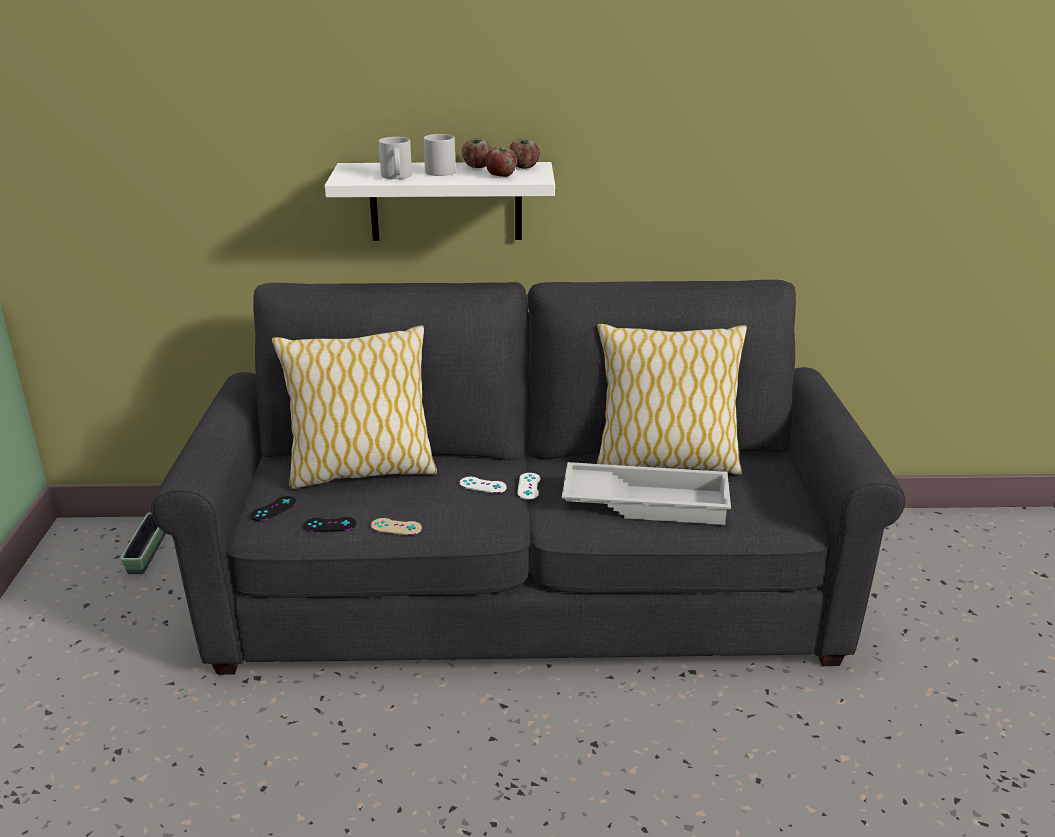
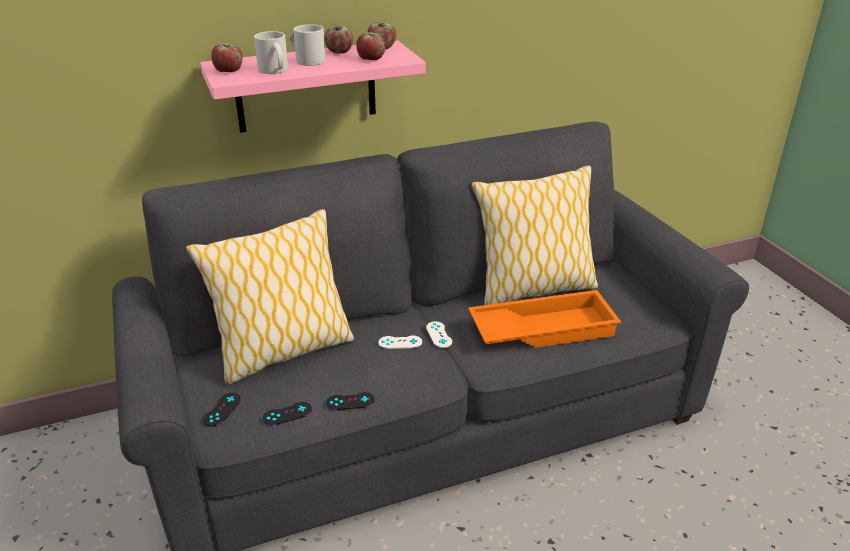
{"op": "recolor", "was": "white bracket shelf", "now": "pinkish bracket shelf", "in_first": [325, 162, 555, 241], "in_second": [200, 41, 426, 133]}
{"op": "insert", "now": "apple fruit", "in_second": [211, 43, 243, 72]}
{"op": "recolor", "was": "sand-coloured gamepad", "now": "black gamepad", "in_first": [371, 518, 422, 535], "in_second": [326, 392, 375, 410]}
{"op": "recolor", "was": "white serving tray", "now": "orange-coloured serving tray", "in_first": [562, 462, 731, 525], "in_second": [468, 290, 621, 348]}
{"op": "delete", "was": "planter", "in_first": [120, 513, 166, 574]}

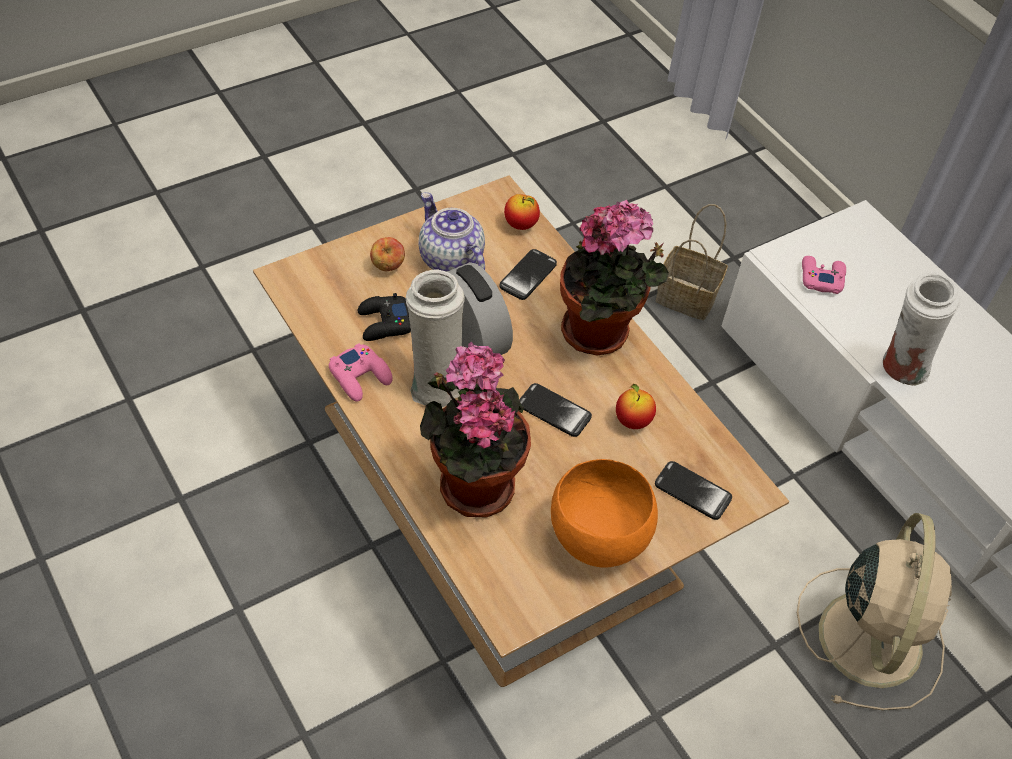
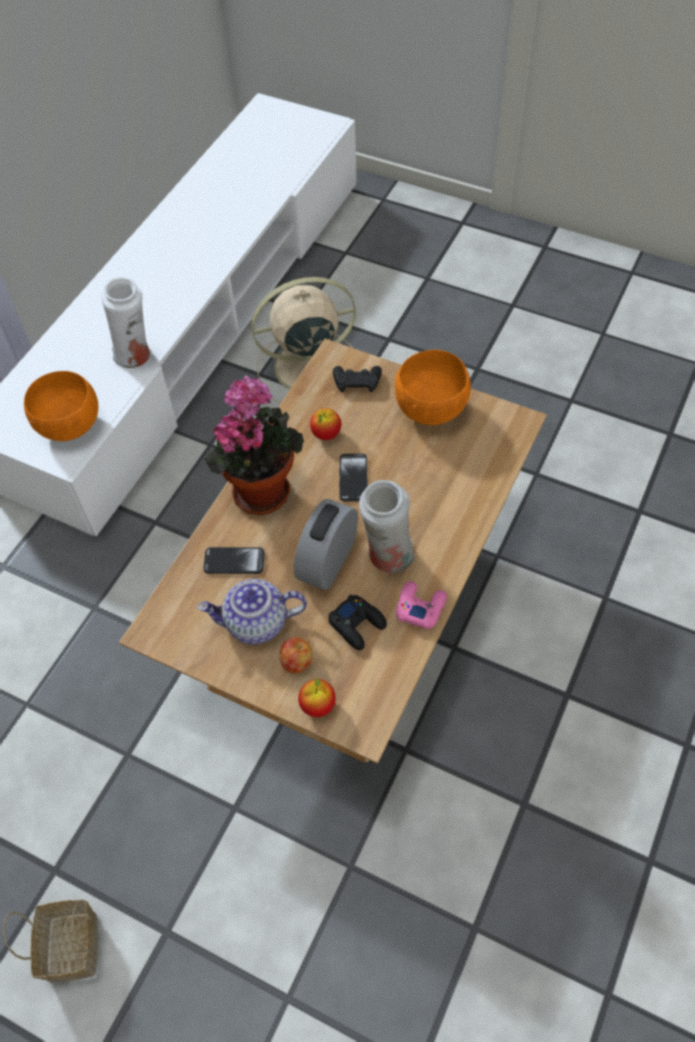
{"op": "move", "was": "household basket", "in_first": [656, 204, 728, 320], "in_second": [3, 900, 98, 982]}
{"op": "replace", "was": "pinkish gamepad", "now": "orange-coloured serving bowl", "in_first": [802, 256, 846, 294], "in_second": [24, 371, 98, 441]}
{"op": "rotate", "was": "tea pot", "in_first": [418, 192, 485, 272], "in_second": [197, 579, 307, 644], "clockwise": 60}
{"op": "move", "was": "apple fruit", "in_first": [504, 194, 540, 230], "in_second": [298, 678, 336, 717]}
{"op": "replace", "was": "phone", "now": "black gamepad", "in_first": [655, 461, 732, 520], "in_second": [333, 366, 382, 392]}
{"op": "delete", "was": "potted plant", "in_first": [420, 342, 531, 518]}

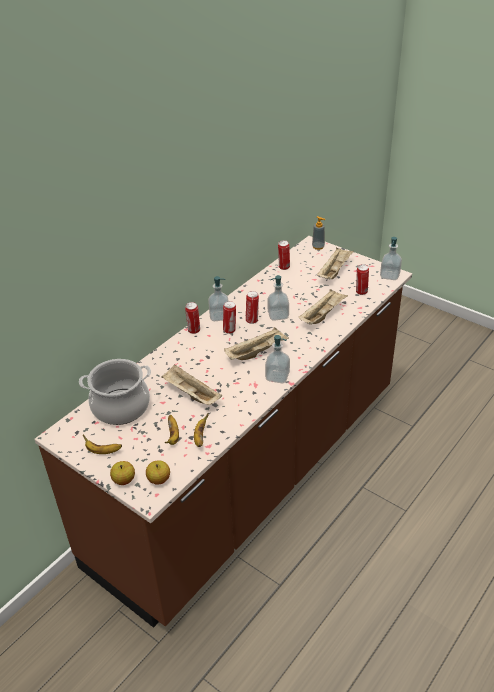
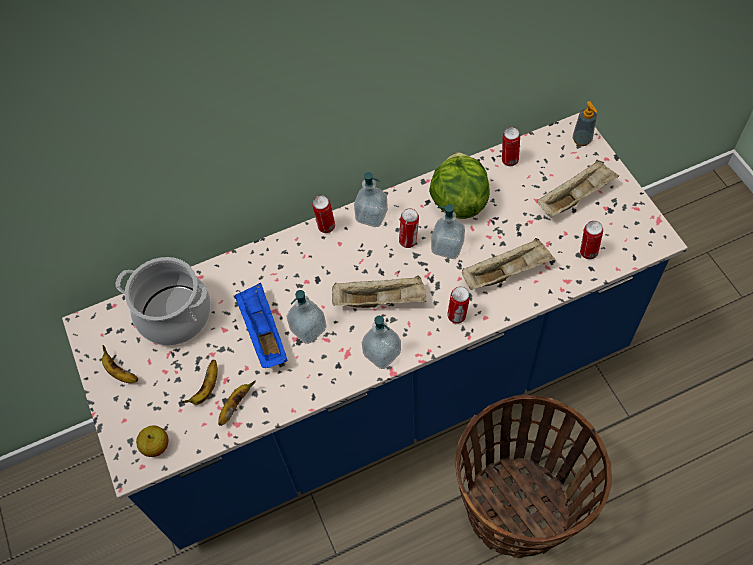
{"op": "recolor", "was": "brownish kitchen counter", "now": "bluish kitchen counter", "in_first": [35, 236, 412, 628], "in_second": [62, 113, 688, 550]}
{"op": "recolor", "was": "sand-coloured serving tray", "now": "bluish serving tray", "in_first": [161, 364, 222, 405], "in_second": [235, 283, 287, 368]}
{"op": "move", "was": "soap bottle", "in_first": [380, 237, 402, 280], "in_second": [286, 290, 327, 344]}
{"op": "insert", "now": "lettuce", "in_second": [429, 153, 490, 219]}
{"op": "move", "was": "sealed can", "in_first": [223, 301, 236, 334], "in_second": [447, 286, 470, 324]}
{"op": "insert", "now": "household basket", "in_second": [455, 395, 612, 558]}
{"op": "delete", "was": "apple fruit", "in_first": [110, 461, 135, 485]}

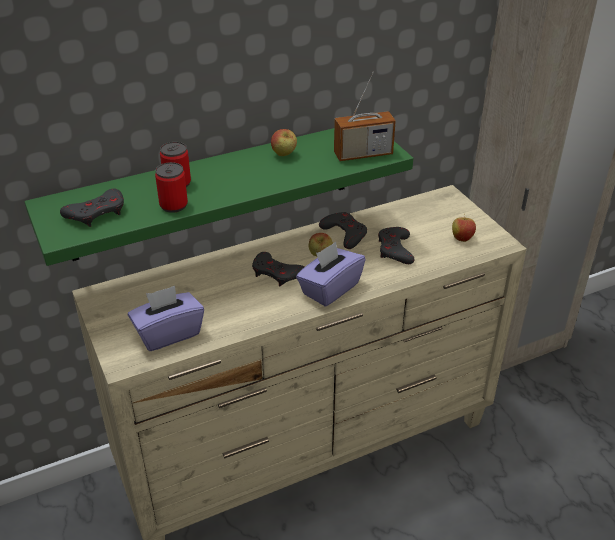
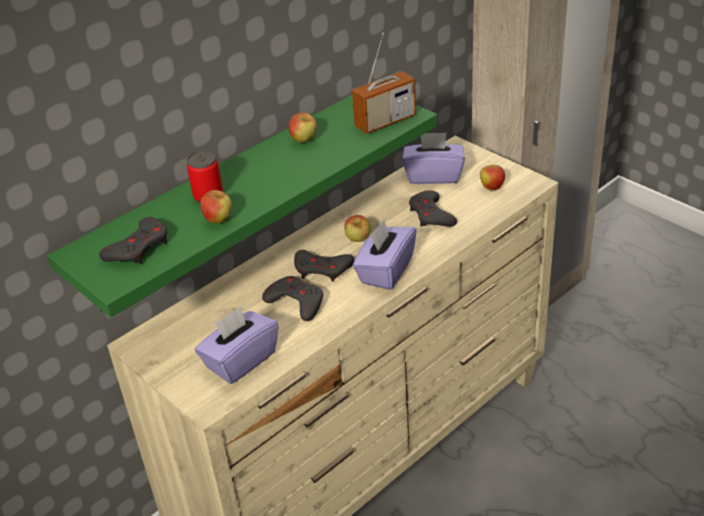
{"op": "replace", "was": "sealed can", "now": "apple fruit", "in_first": [155, 162, 188, 213], "in_second": [200, 190, 232, 223]}
{"op": "move", "was": "gray gamepad", "in_first": [319, 212, 367, 249], "in_second": [262, 276, 323, 321]}
{"op": "insert", "now": "purplish box of tissues", "in_second": [402, 132, 465, 184]}

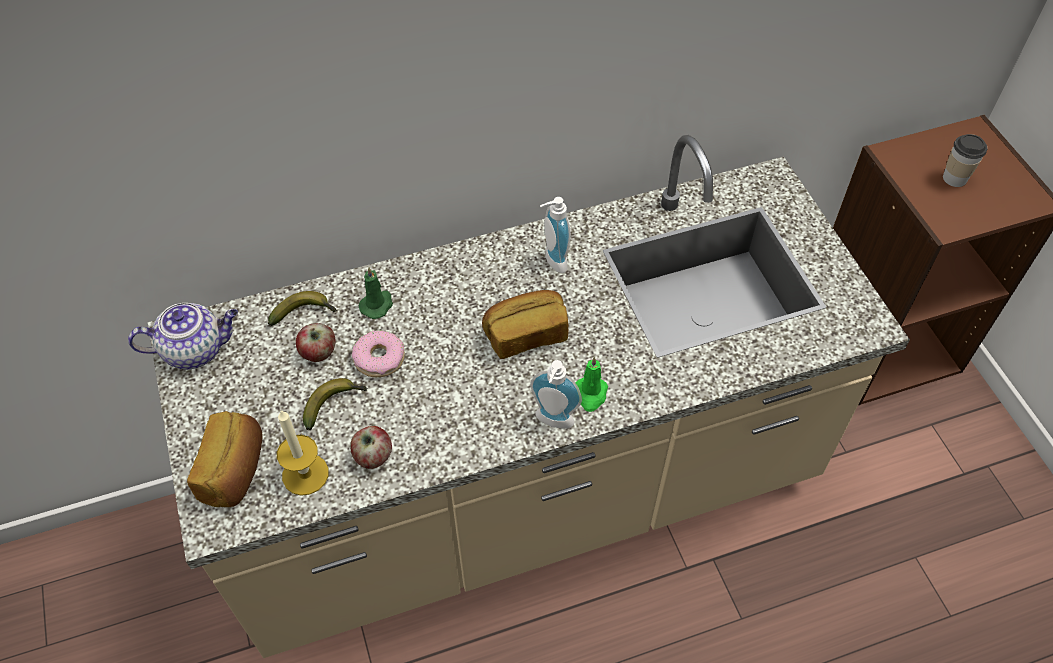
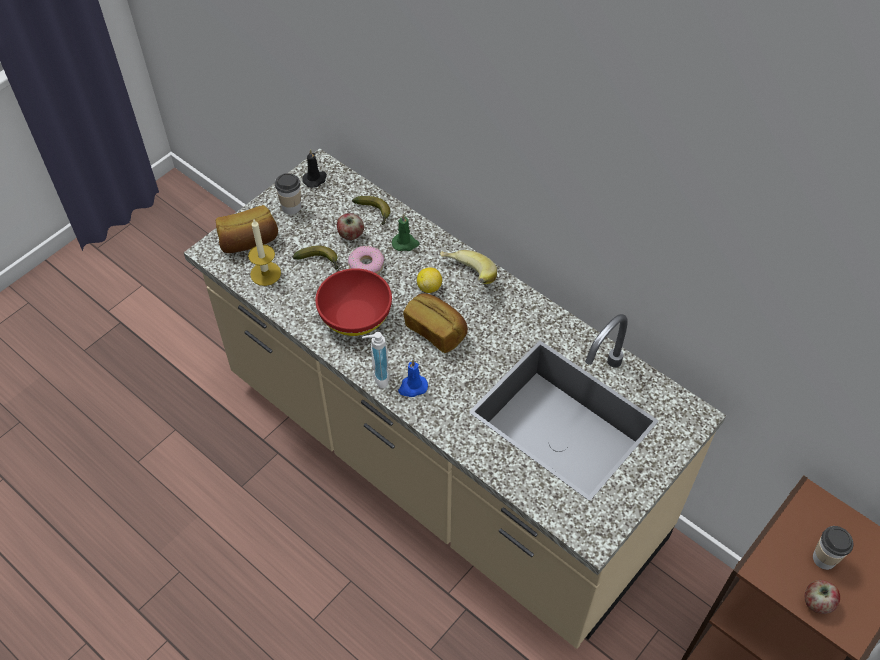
{"op": "insert", "now": "drinking cup", "in_second": [275, 173, 301, 214]}
{"op": "replace", "was": "tea pot", "now": "black candle", "in_first": [128, 303, 238, 369], "in_second": [302, 149, 327, 188]}
{"op": "insert", "now": "reddish serving bowl", "in_second": [315, 268, 392, 336]}
{"op": "recolor", "was": "green-coloured candle", "now": "bluish candle", "in_first": [575, 356, 608, 412], "in_second": [398, 360, 428, 397]}
{"op": "insert", "now": "citrus fruit", "in_second": [417, 268, 442, 293]}
{"op": "insert", "now": "banana", "in_second": [440, 250, 497, 284]}
{"op": "move", "was": "apple fruit", "in_first": [350, 426, 392, 469], "in_second": [805, 580, 840, 614]}
{"op": "delete", "was": "soap bottle", "in_first": [540, 197, 571, 273]}

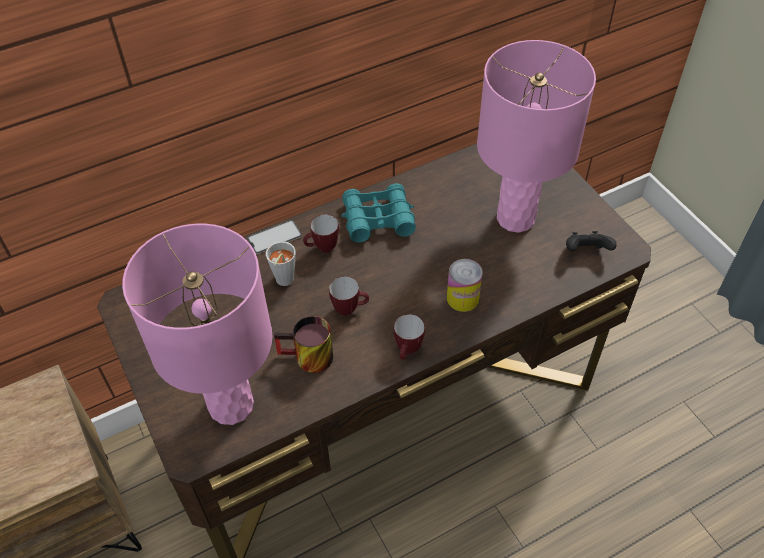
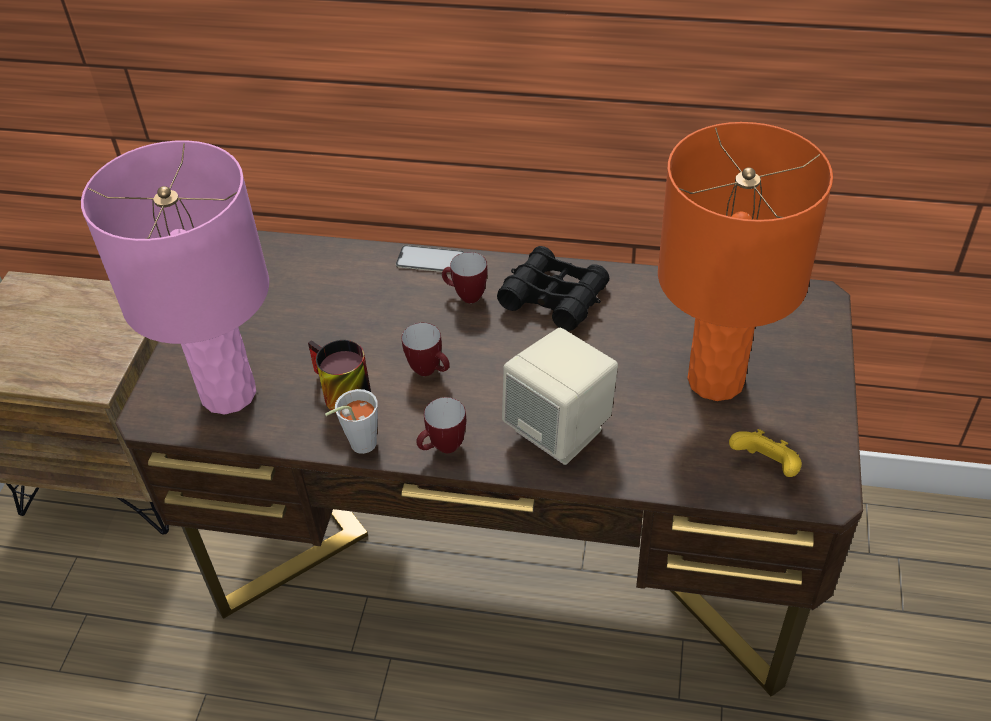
{"op": "move", "was": "gray drinking cup", "in_first": [266, 241, 296, 286], "in_second": [325, 389, 378, 454]}
{"op": "recolor", "was": "blue-green pair of binoculars", "now": "black pair of binoculars", "in_first": [341, 183, 416, 243], "in_second": [497, 246, 609, 331]}
{"op": "replace", "was": "sealed can", "now": "sand-coloured loudspeaker", "in_first": [447, 259, 483, 312], "in_second": [502, 328, 618, 465]}
{"op": "recolor", "was": "pinkish tabletop lamp", "now": "orange-coloured tabletop lamp", "in_first": [477, 40, 596, 233], "in_second": [658, 122, 833, 401]}
{"op": "recolor", "was": "black gamepad", "now": "yellow gamepad", "in_first": [566, 231, 617, 252], "in_second": [729, 429, 802, 477]}

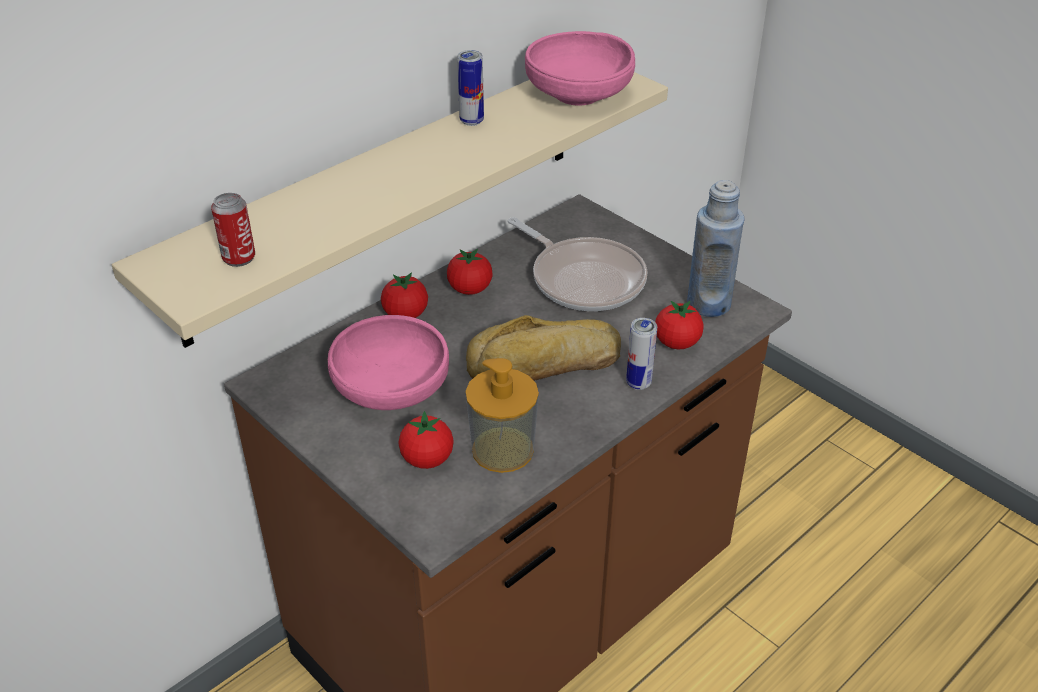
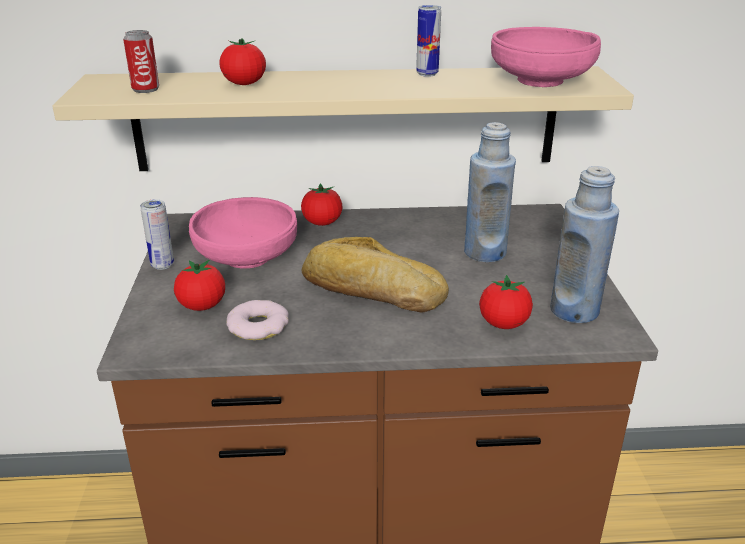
{"op": "move", "was": "sealed can", "in_first": [626, 318, 657, 390], "in_second": [140, 199, 174, 270]}
{"op": "move", "was": "whole tomato", "in_first": [447, 249, 493, 295], "in_second": [219, 38, 266, 85]}
{"op": "replace", "was": "soap bottle", "now": "ring doughnut", "in_first": [465, 358, 539, 473], "in_second": [226, 300, 289, 340]}
{"op": "replace", "was": "pan", "now": "bluish beverage bottle", "in_first": [508, 217, 647, 311], "in_second": [464, 122, 516, 262]}

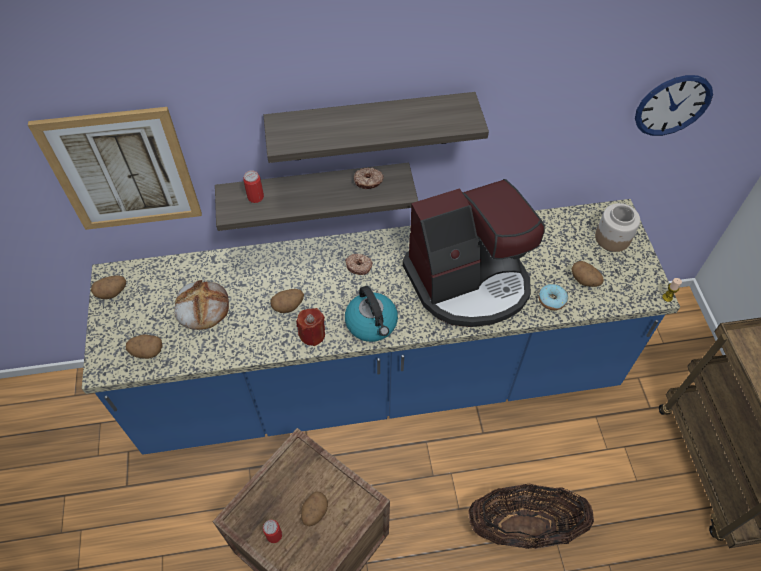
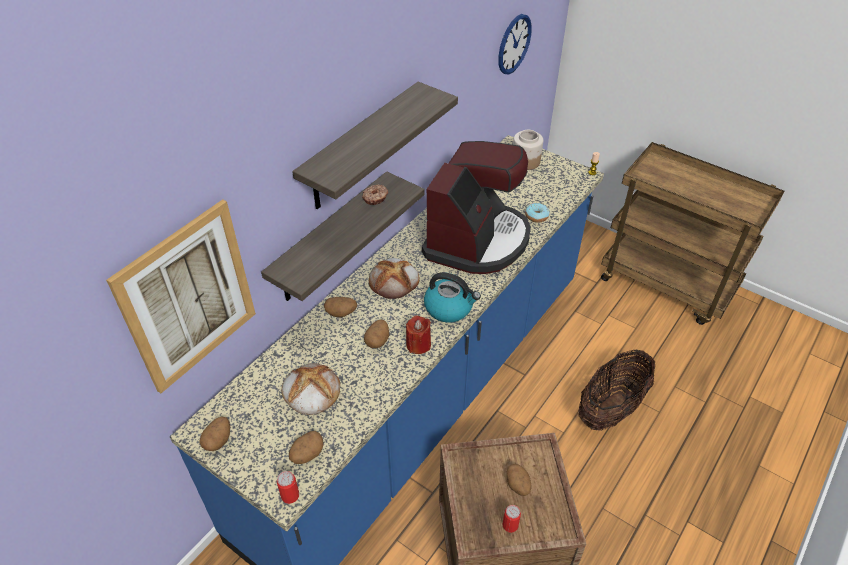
{"op": "move", "was": "sealed can", "in_first": [243, 170, 264, 203], "in_second": [277, 471, 299, 504]}
{"op": "move", "was": "potato", "in_first": [572, 261, 604, 287], "in_second": [324, 297, 357, 317]}
{"op": "replace", "was": "ring doughnut", "now": "bread", "in_first": [345, 254, 373, 275], "in_second": [369, 258, 419, 299]}

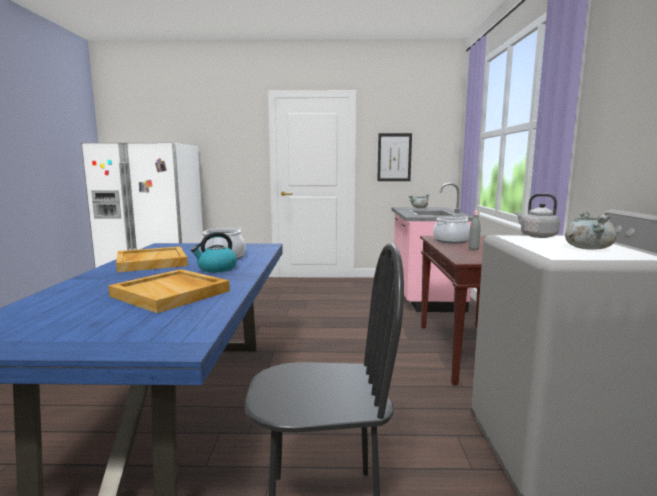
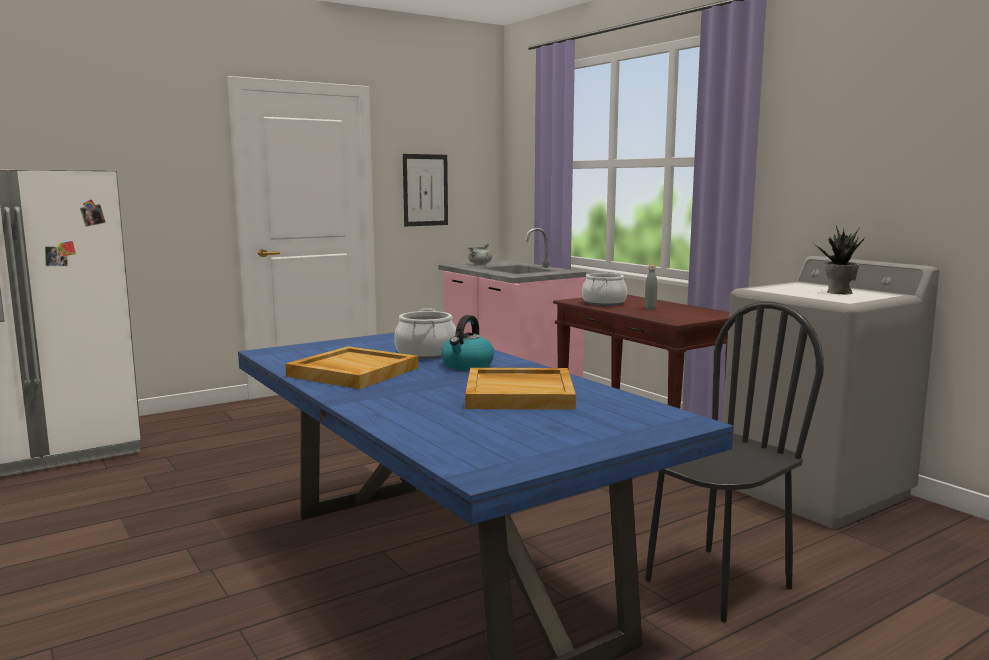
{"op": "replace", "was": "gray cooking pot", "now": "potted plant", "in_first": [565, 211, 617, 250], "in_second": [813, 225, 865, 294]}
{"op": "delete", "was": "gray tea kettle", "in_first": [515, 194, 560, 238]}

